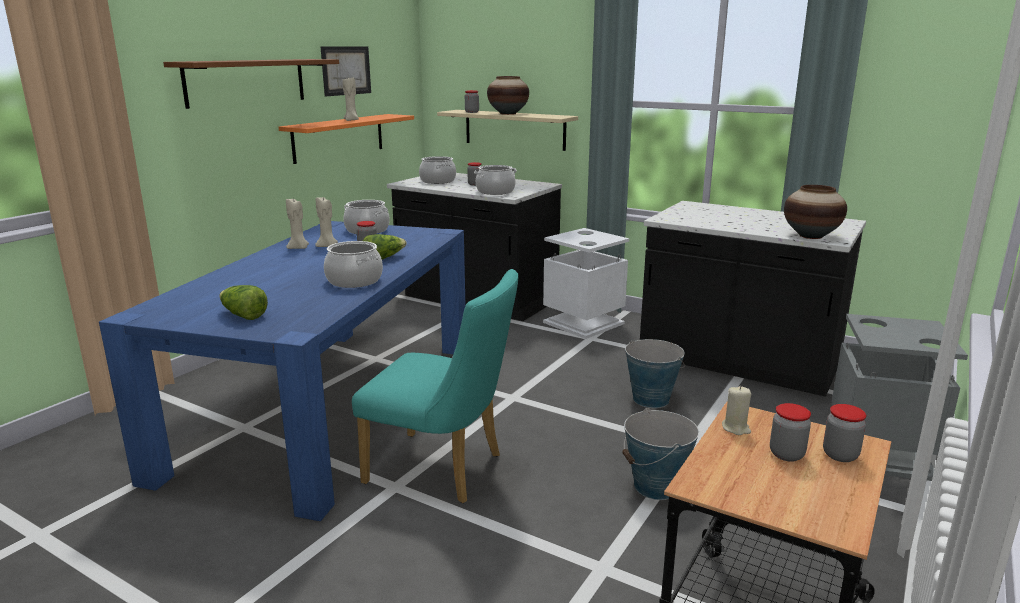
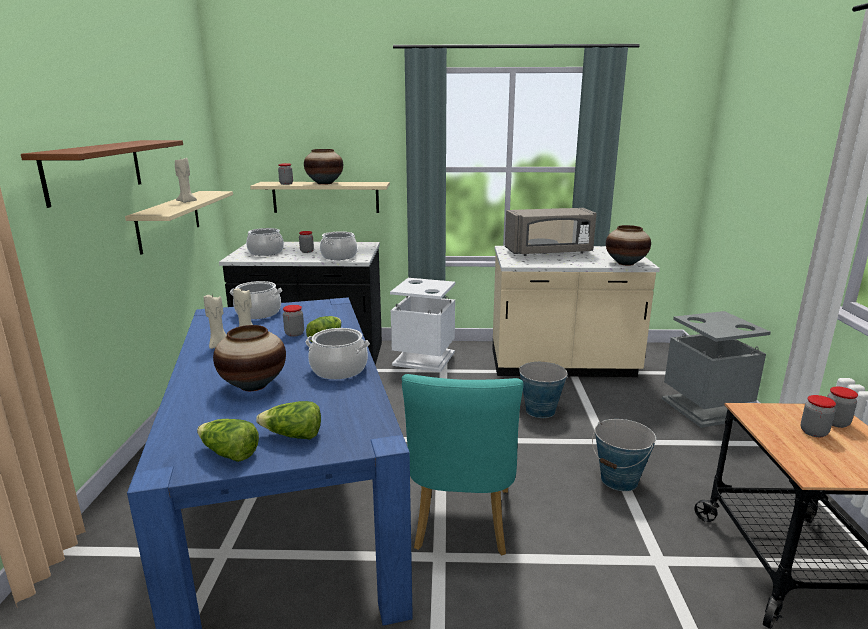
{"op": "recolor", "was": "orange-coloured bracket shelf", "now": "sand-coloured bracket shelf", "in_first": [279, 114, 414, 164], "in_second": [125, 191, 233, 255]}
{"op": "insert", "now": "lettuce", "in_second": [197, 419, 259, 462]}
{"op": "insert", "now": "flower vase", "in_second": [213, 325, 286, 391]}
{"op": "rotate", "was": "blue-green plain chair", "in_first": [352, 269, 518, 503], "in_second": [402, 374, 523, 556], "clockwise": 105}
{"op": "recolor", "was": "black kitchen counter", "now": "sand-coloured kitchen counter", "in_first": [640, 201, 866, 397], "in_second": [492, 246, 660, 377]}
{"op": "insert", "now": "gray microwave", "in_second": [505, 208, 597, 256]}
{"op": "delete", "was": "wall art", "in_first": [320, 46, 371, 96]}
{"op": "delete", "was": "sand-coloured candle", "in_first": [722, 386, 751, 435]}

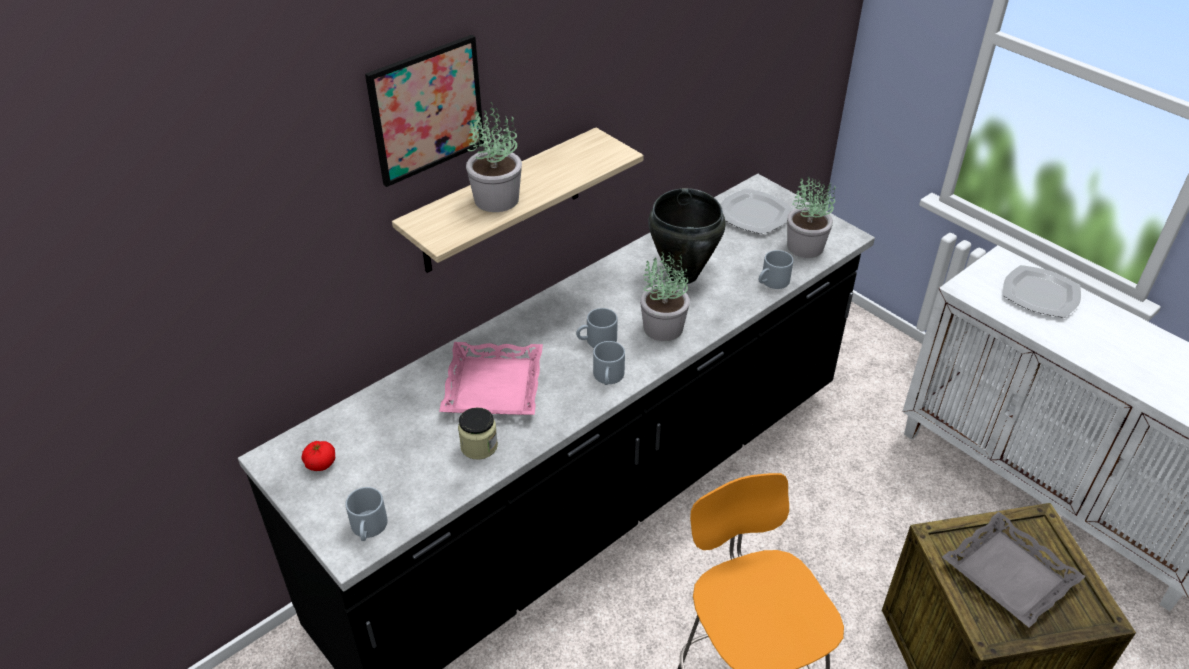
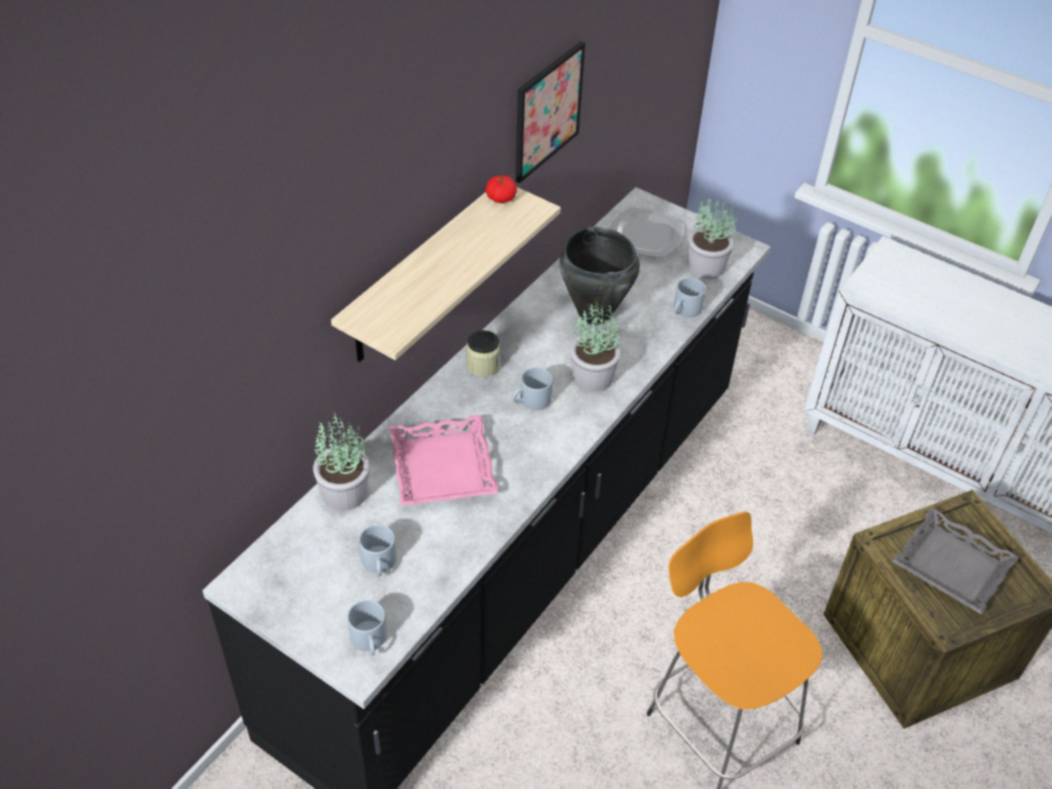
{"op": "move", "was": "potted plant", "in_first": [466, 102, 522, 212], "in_second": [313, 412, 370, 510]}
{"op": "move", "was": "gray tea mug", "in_first": [593, 341, 625, 385], "in_second": [359, 524, 397, 577]}
{"op": "move", "was": "storage jar", "in_first": [458, 407, 498, 460], "in_second": [466, 330, 500, 377]}
{"op": "move", "was": "whole tomato", "in_first": [301, 441, 335, 471], "in_second": [486, 175, 517, 203]}
{"op": "move", "was": "wall art", "in_first": [365, 35, 484, 187], "in_second": [515, 41, 585, 183]}
{"op": "delete", "was": "plate", "in_first": [1003, 265, 1081, 318]}

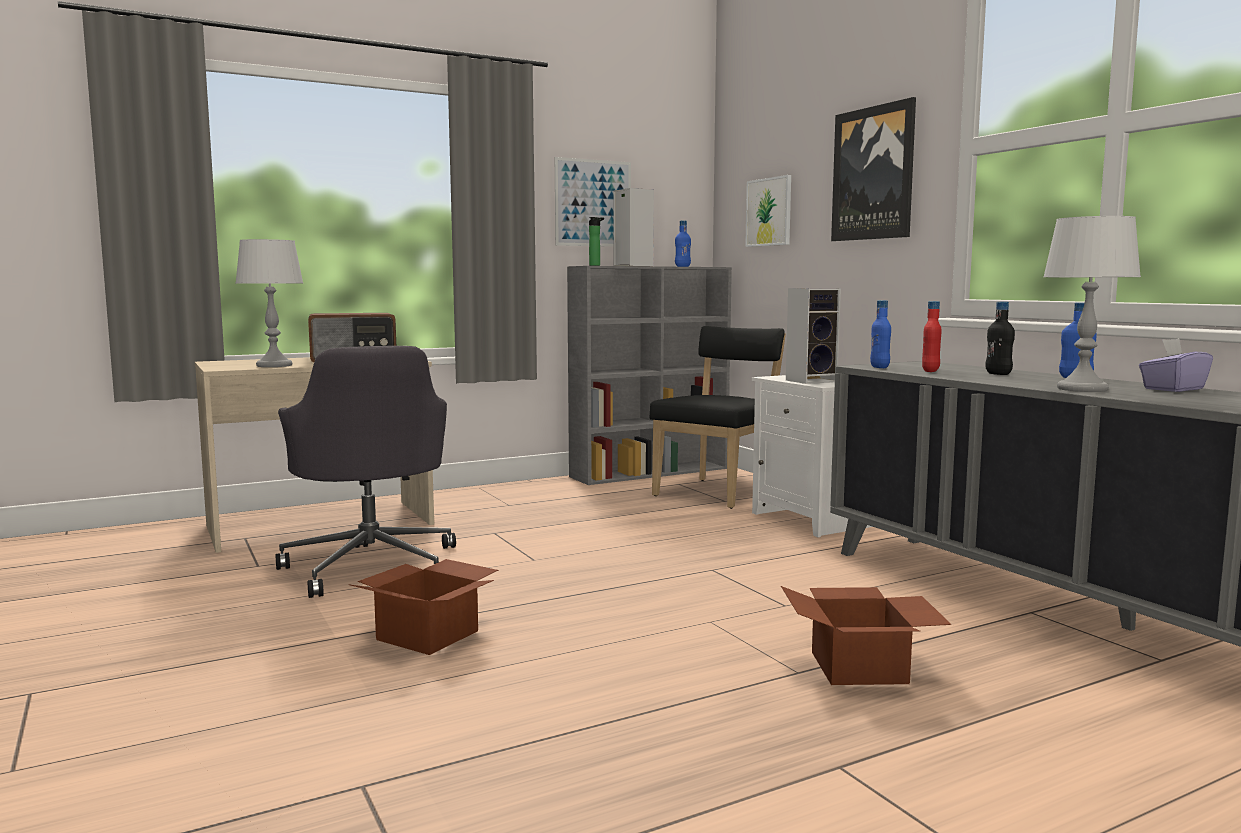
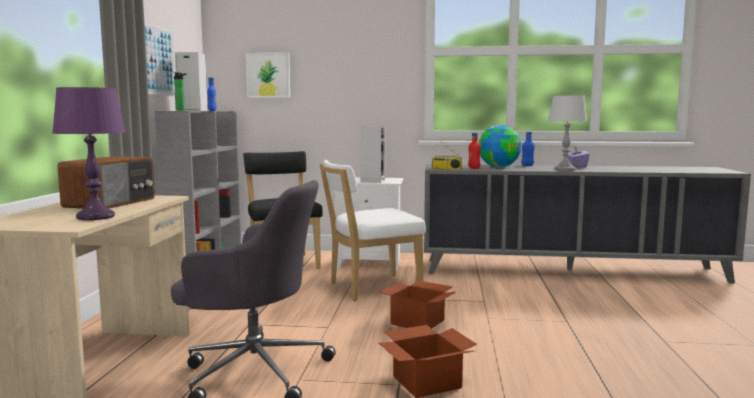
{"op": "recolor", "was": "gray tabletop lamp", "now": "purplish tabletop lamp", "in_first": [236, 239, 303, 367], "in_second": [52, 87, 125, 220]}
{"op": "insert", "now": "white plain chair", "in_second": [319, 160, 426, 301]}
{"op": "move", "was": "cardboard box", "in_first": [781, 586, 951, 685], "in_second": [380, 281, 456, 329]}
{"op": "replace", "was": "bluish beverage bottle", "now": "radio set", "in_first": [870, 300, 891, 368], "in_second": [432, 140, 462, 170]}
{"op": "replace", "was": "black beverage bottle", "now": "globe", "in_first": [985, 302, 1015, 375], "in_second": [479, 125, 522, 167]}
{"op": "delete", "was": "wall art", "in_first": [831, 97, 916, 241]}

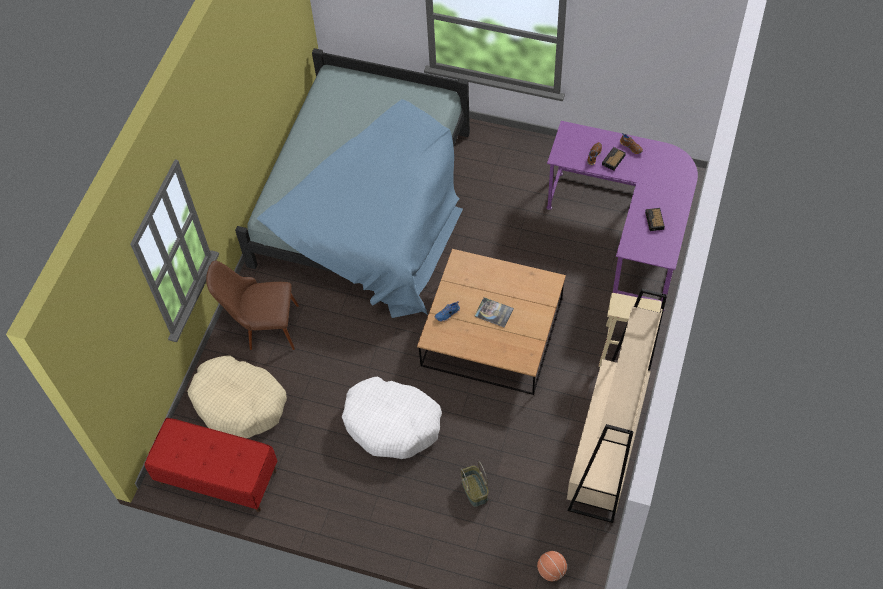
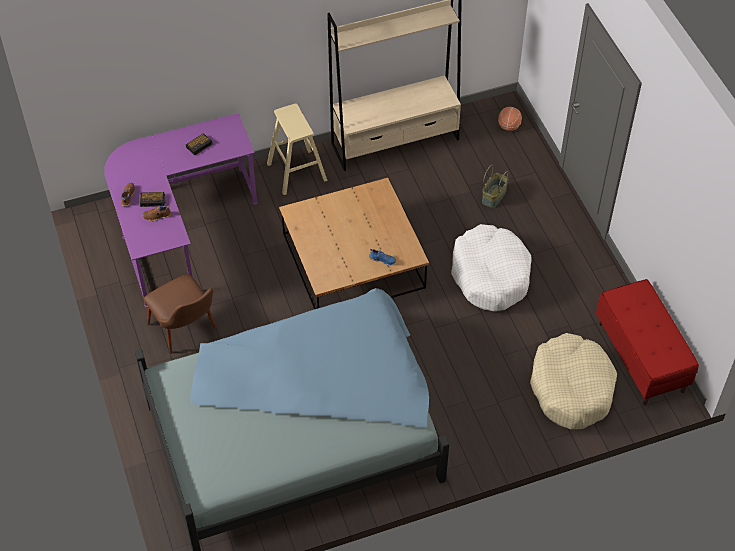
{"op": "move", "was": "brownish plain chair", "in_first": [206, 260, 299, 350], "in_second": [144, 274, 217, 354]}
{"op": "delete", "was": "book", "in_first": [474, 297, 514, 328]}

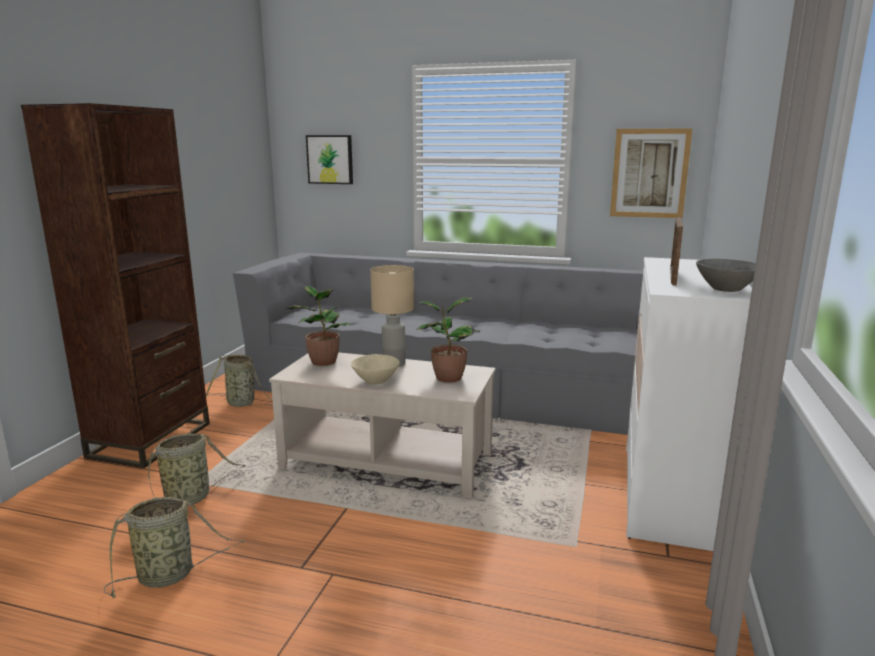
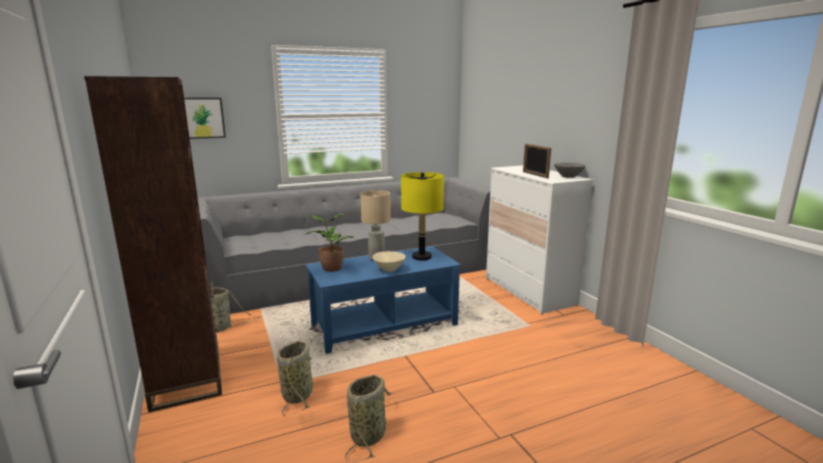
{"op": "recolor", "was": "sand-coloured low table", "now": "bluish low table", "in_first": [269, 352, 495, 499], "in_second": [306, 246, 461, 354]}
{"op": "replace", "was": "potted plant", "now": "yellow tabletop lamp", "in_first": [417, 297, 481, 383], "in_second": [401, 172, 444, 261]}
{"op": "delete", "was": "wall art", "in_first": [610, 128, 693, 218]}

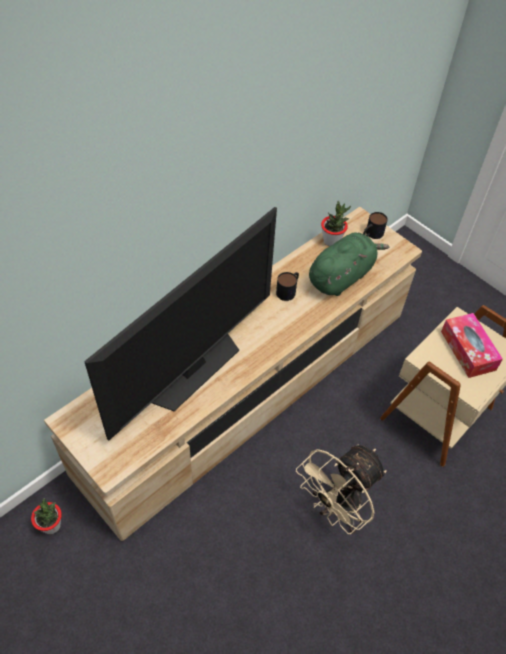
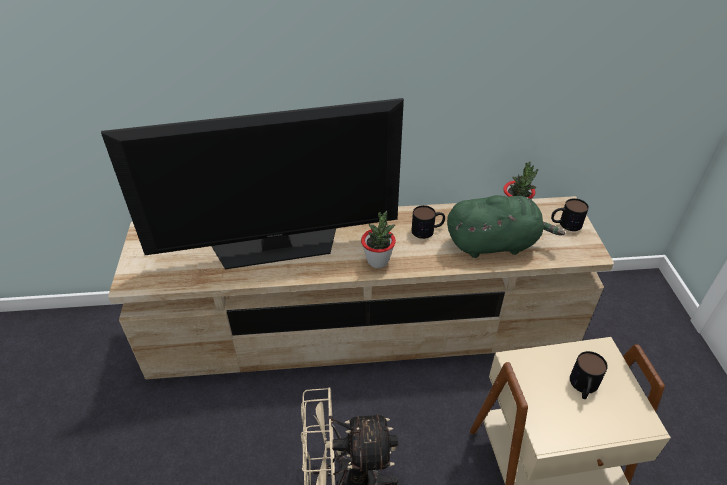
{"op": "move", "was": "potted plant", "in_first": [31, 498, 62, 534], "in_second": [361, 211, 396, 268]}
{"op": "replace", "was": "box of tissues", "now": "tea mug", "in_first": [441, 313, 503, 378], "in_second": [570, 351, 608, 399]}

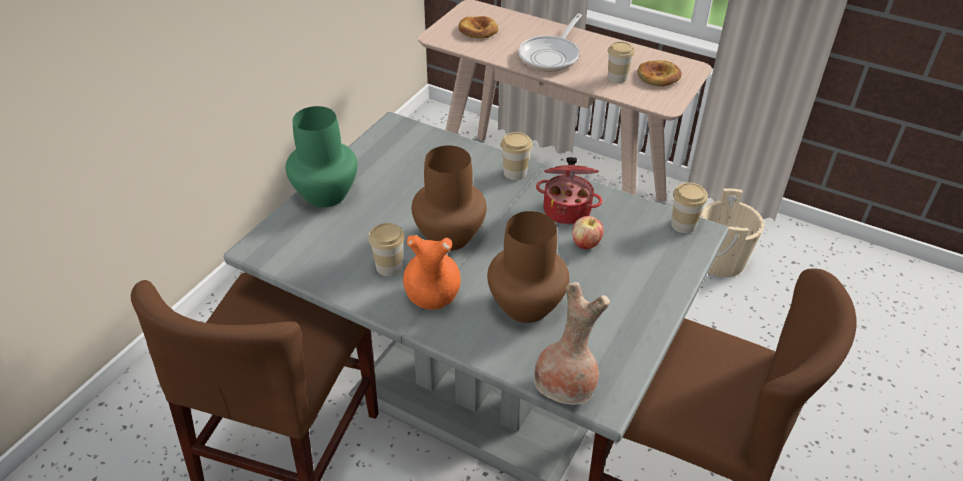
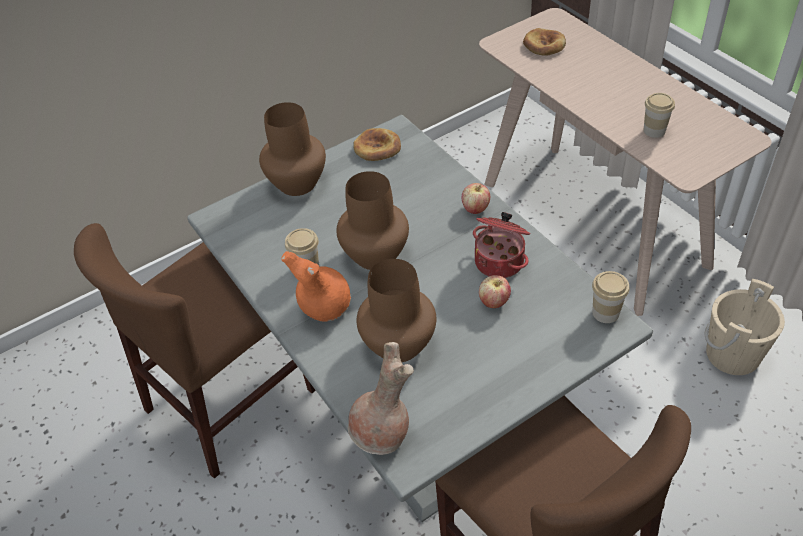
{"op": "recolor", "was": "green-coloured flower vase", "now": "brownish flower vase", "in_first": [286, 106, 357, 207], "in_second": [259, 102, 326, 196]}
{"op": "move", "was": "bread", "in_first": [638, 60, 682, 87], "in_second": [353, 128, 401, 161]}
{"op": "replace", "was": "drinking cup", "now": "apple fruit", "in_first": [501, 132, 532, 180], "in_second": [462, 183, 490, 214]}
{"op": "delete", "was": "pan", "in_first": [518, 13, 582, 71]}

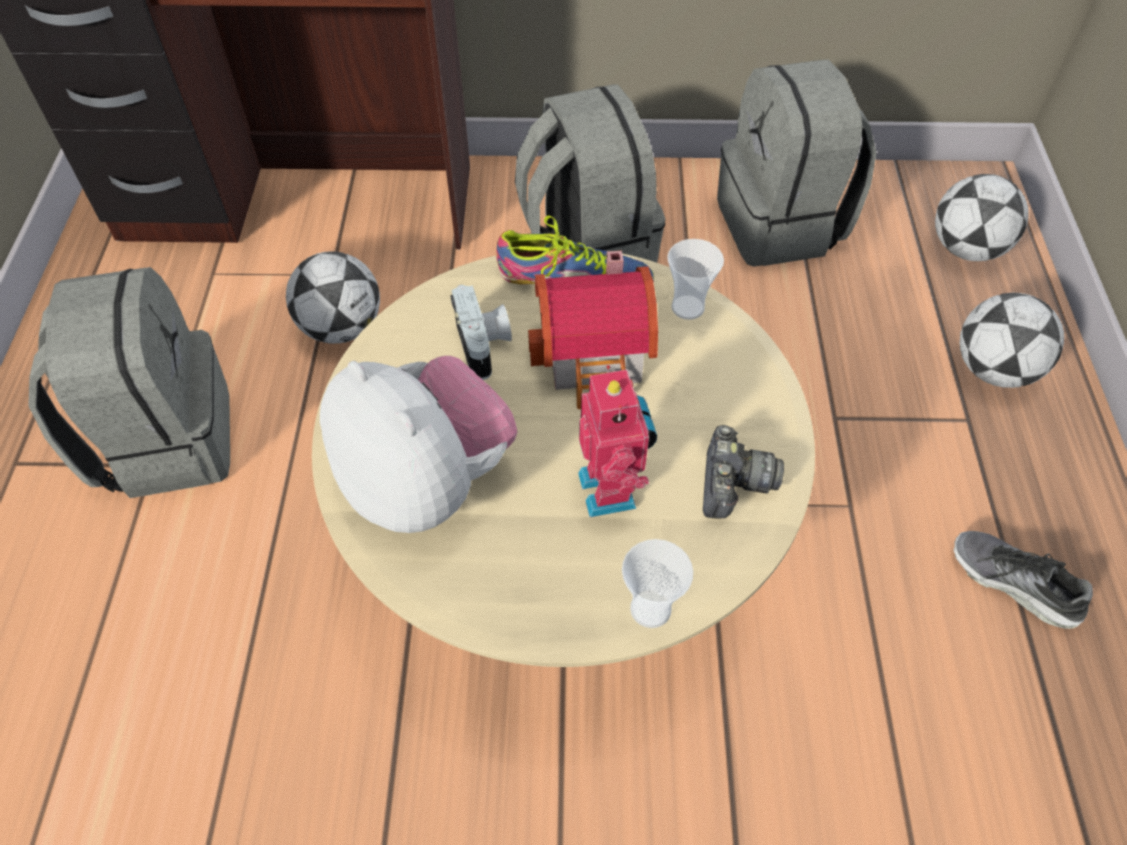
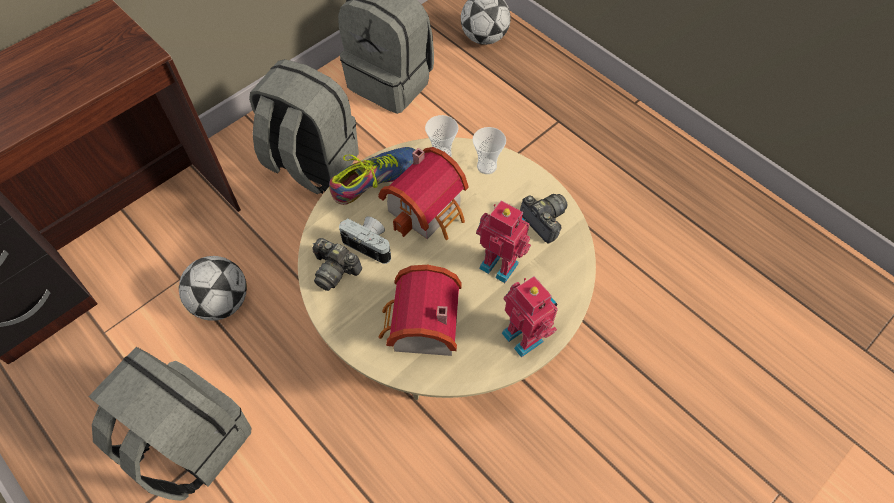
{"op": "insert", "now": "still camera", "in_second": [313, 238, 362, 291]}
{"op": "replace", "was": "cuddly toy", "now": "miniature house", "in_first": [320, 356, 517, 533], "in_second": [379, 265, 462, 356]}
{"op": "move", "was": "drinking cup", "in_first": [622, 539, 693, 628], "in_second": [472, 127, 506, 174]}
{"op": "insert", "now": "model robot", "in_second": [502, 276, 558, 357]}
{"op": "delete", "was": "low shoe", "in_first": [954, 531, 1093, 629]}
{"op": "delete", "was": "football", "in_first": [960, 293, 1064, 388]}

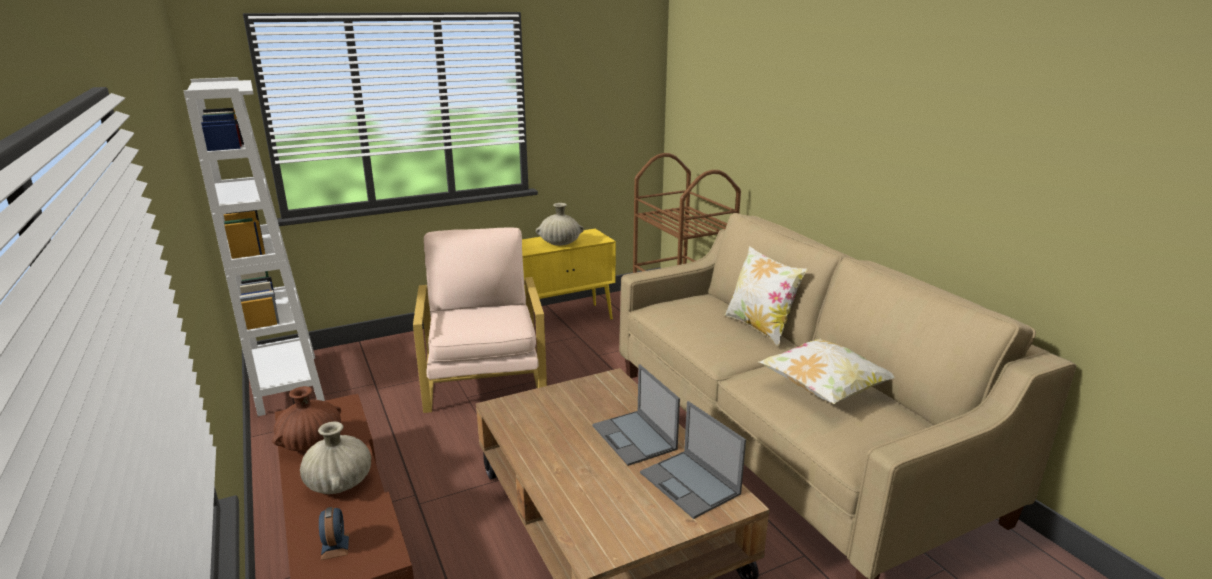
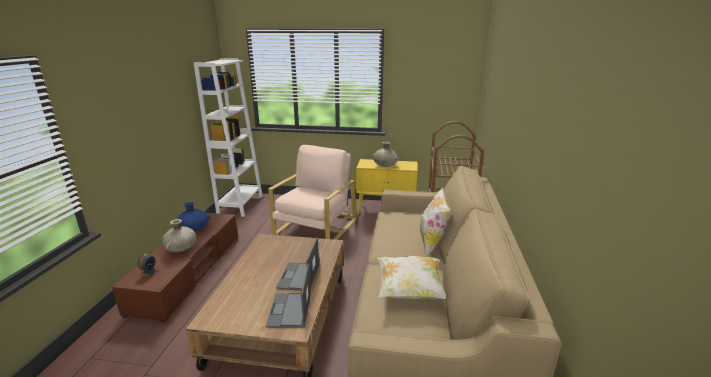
{"op": "recolor", "was": "brownish flower vase", "now": "bluish flower vase", "in_first": [272, 386, 341, 451], "in_second": [177, 202, 211, 231]}

